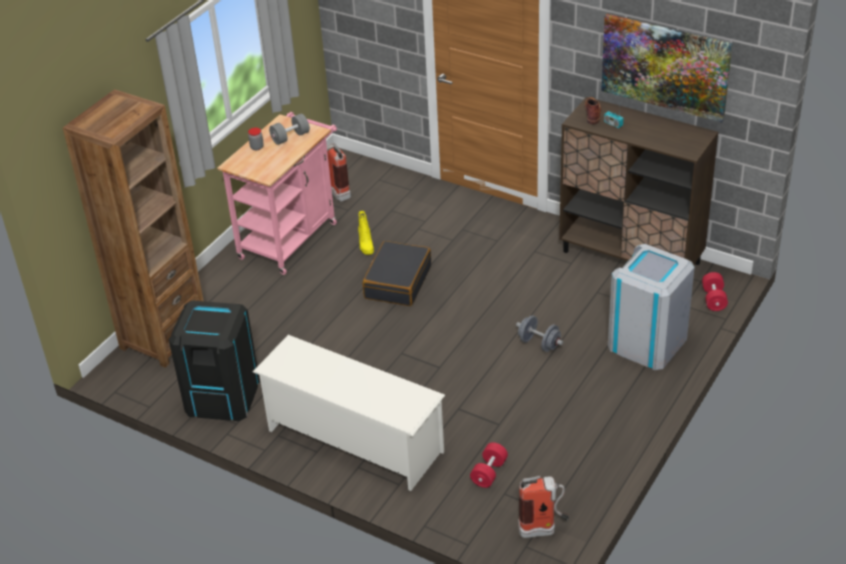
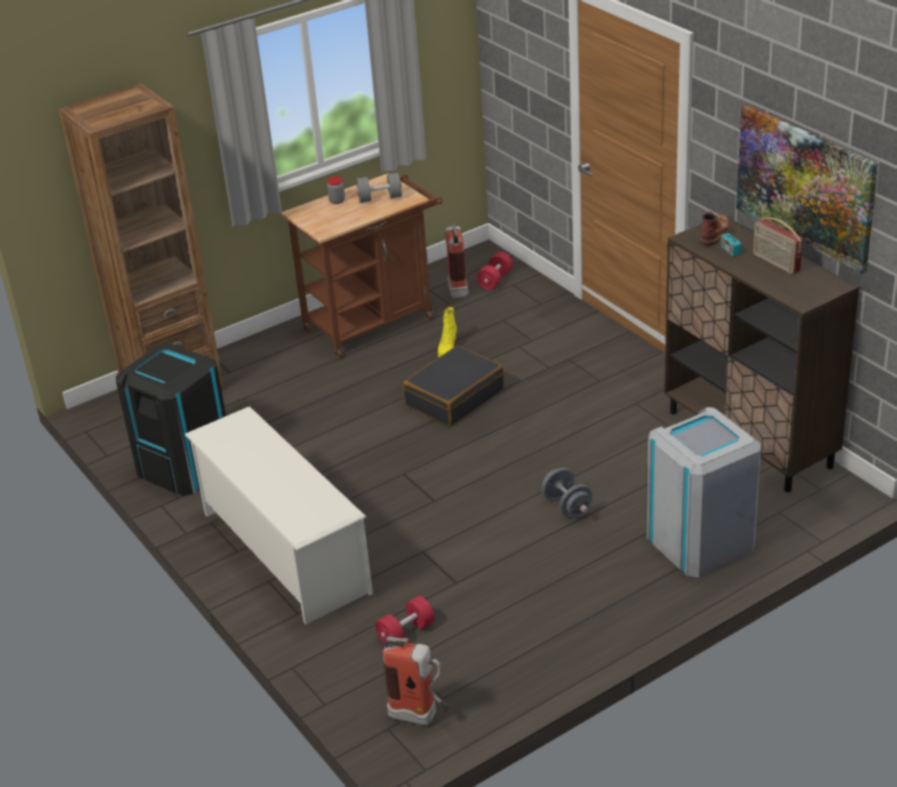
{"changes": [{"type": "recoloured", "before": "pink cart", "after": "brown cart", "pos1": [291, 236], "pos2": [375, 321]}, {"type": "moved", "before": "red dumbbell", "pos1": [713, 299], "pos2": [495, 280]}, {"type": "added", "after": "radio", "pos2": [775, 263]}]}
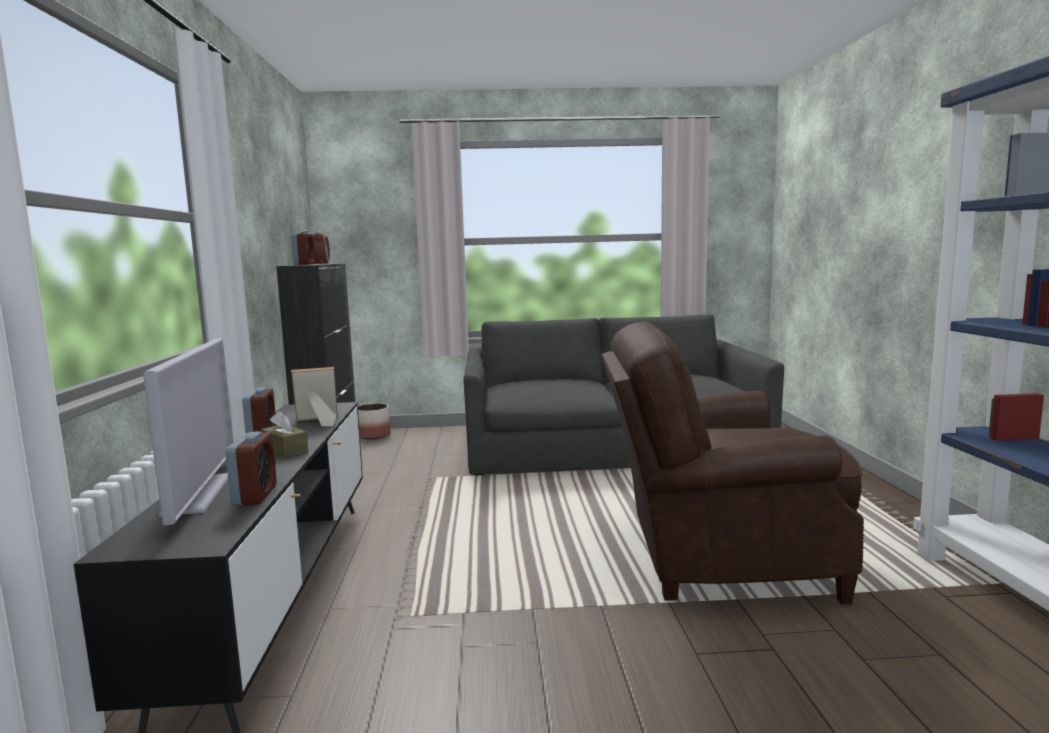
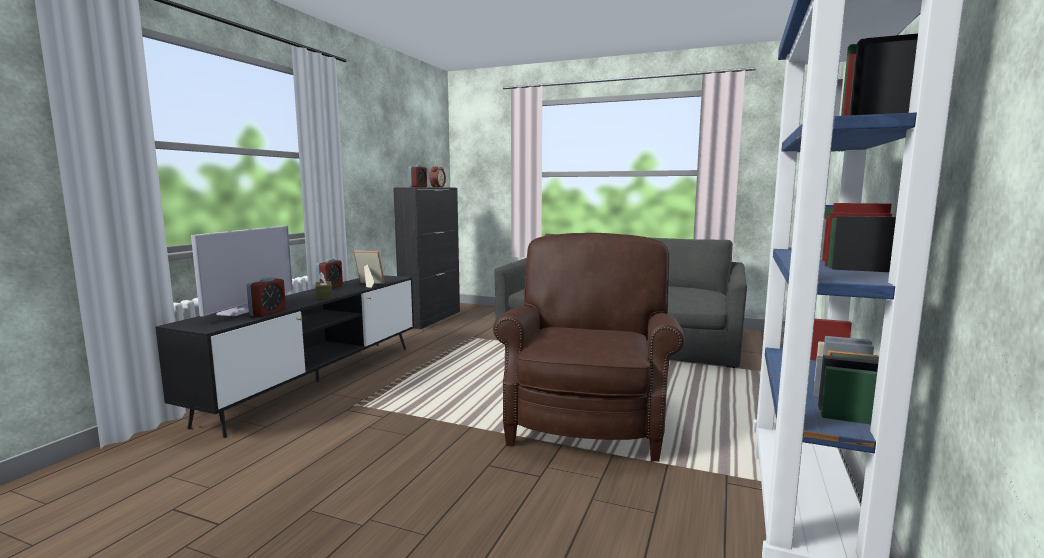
{"changes": [{"type": "removed", "before": "planter", "pos1": [373, 435]}, {"type": "turned", "before": "brown armchair", "pos1": [719, 558], "pos2": [588, 419], "turn": 75}]}
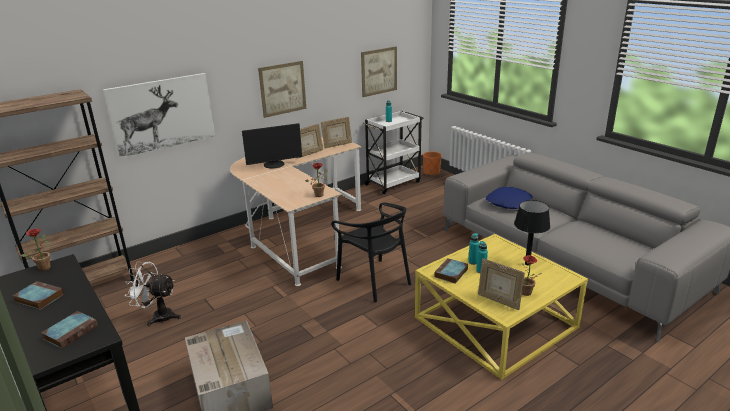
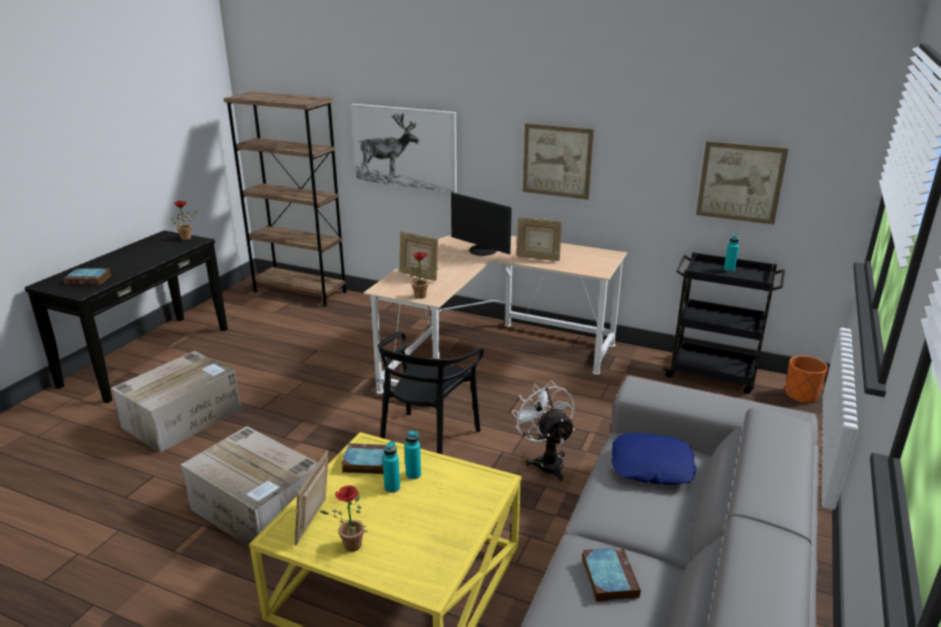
{"changes": [{"type": "moved", "before": "book", "pos1": [38, 298], "pos2": [608, 577]}, {"type": "moved", "before": "white fan", "pos1": [158, 316], "pos2": [546, 461]}, {"type": "moved", "before": "picture frame", "pos1": [337, 145], "pos2": [418, 276]}, {"type": "recoloured", "before": "white cart", "after": "black cart", "pos1": [393, 183], "pos2": [713, 374]}, {"type": "removed", "before": "black table lamp", "pos1": [527, 264]}, {"type": "added", "after": "cardboard box", "pos2": [259, 509]}]}
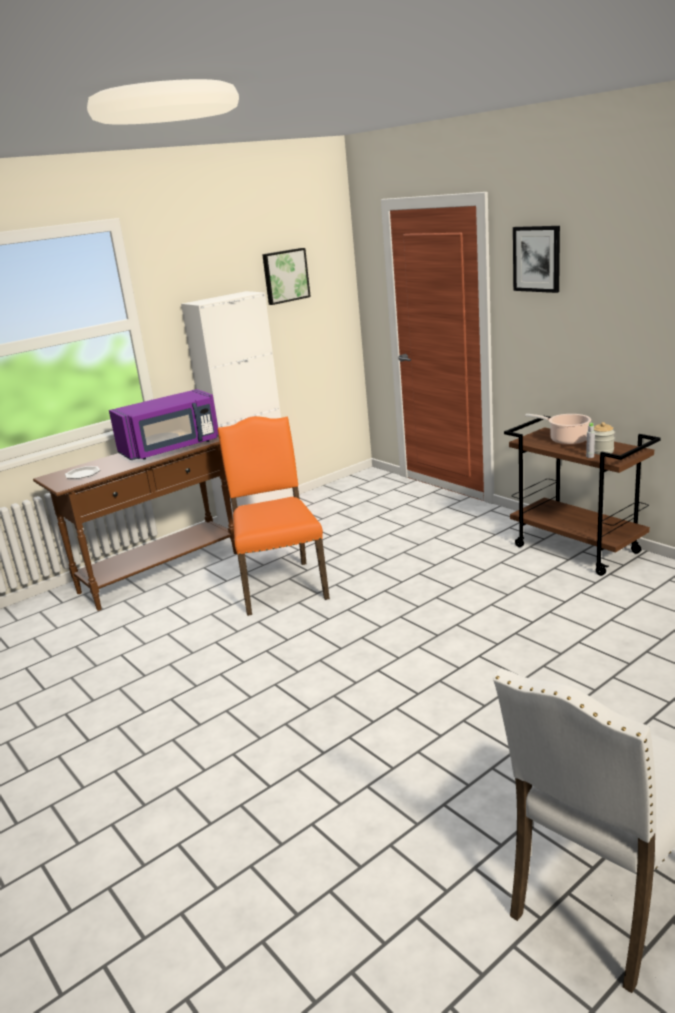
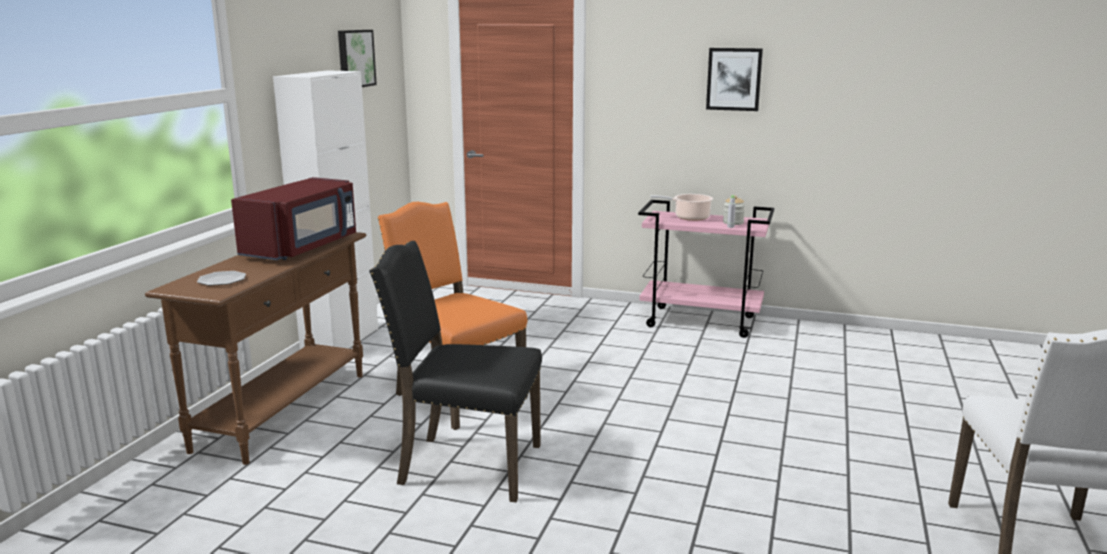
{"changes": [{"type": "recoloured", "before": "purple microwave", "after": "red microwave", "pos1": [171, 448], "pos2": [303, 247]}, {"type": "recoloured", "before": "brown cart", "after": "pink cart", "pos1": [578, 549], "pos2": [701, 322]}, {"type": "moved", "before": "picture", "pos1": [537, 259], "pos2": [734, 79]}, {"type": "added", "after": "black chair", "pos2": [466, 465]}]}
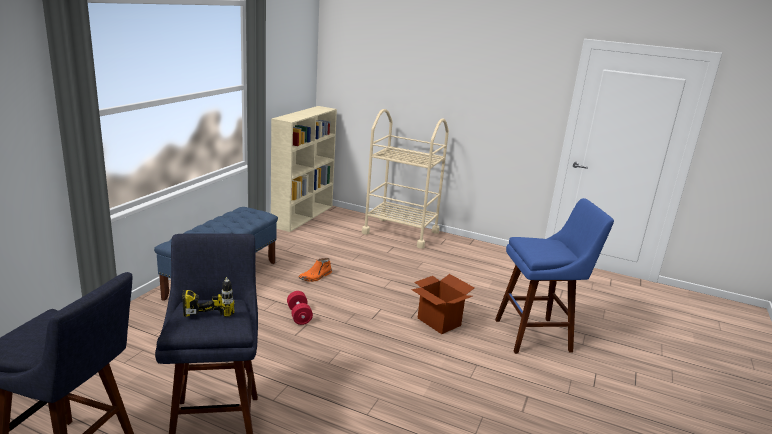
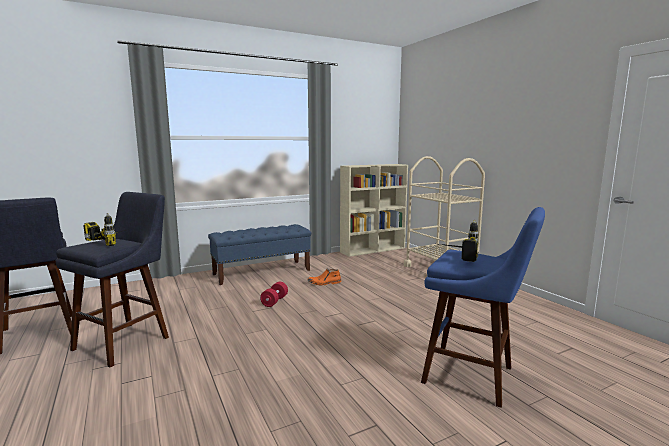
{"changes": [{"type": "removed", "before": "cardboard box", "pos1": [438, 322]}, {"type": "added", "after": "power drill", "pos2": [455, 257]}]}
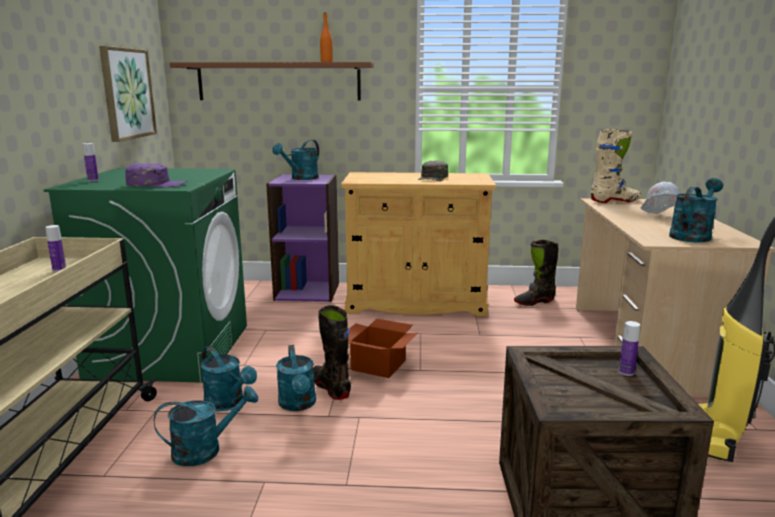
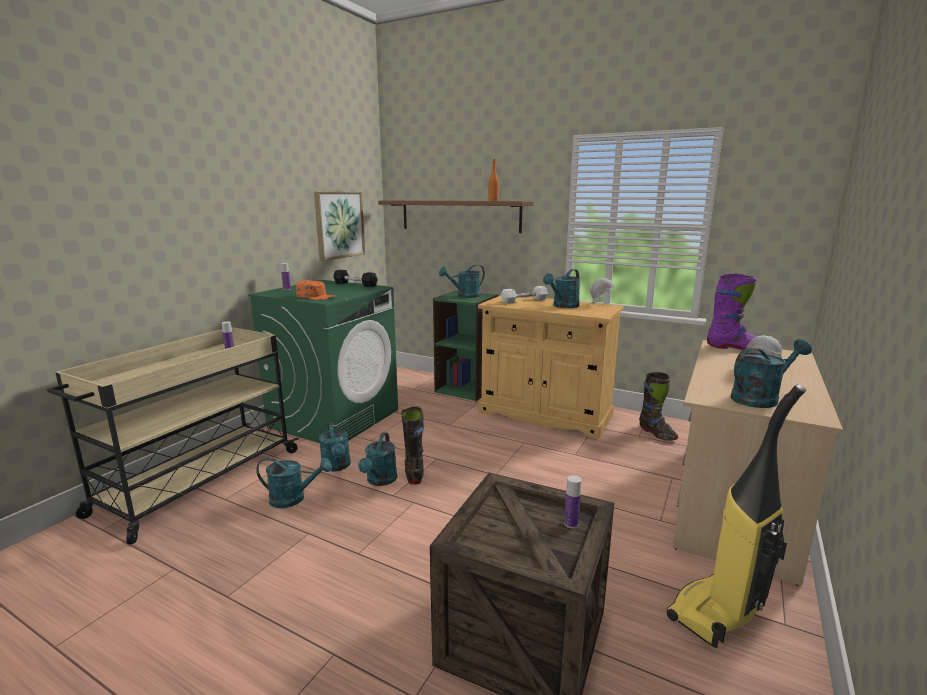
{"changes": [{"type": "recoloured", "before": "purple cap", "after": "orange cap", "pos1": [157, 184], "pos2": [316, 296]}, {"type": "recoloured", "before": "purple bookcase", "after": "green bookcase", "pos1": [307, 291], "pos2": [466, 388]}, {"type": "removed", "before": "cardboard box", "pos1": [380, 365]}, {"type": "replaced", "before": "green cap", "after": "turquoise watering can", "pos1": [433, 178], "pos2": [563, 306]}, {"type": "turned", "before": "black boot", "pos1": [534, 302], "pos2": [657, 433], "turn": -120}, {"type": "recoloured", "before": "beige boot", "after": "purple boot", "pos1": [615, 201], "pos2": [735, 347]}, {"type": "added", "after": "black dumbbell", "pos2": [355, 284]}, {"type": "added", "after": "white dumbbell", "pos2": [524, 301]}, {"type": "added", "after": "white hard hat", "pos2": [601, 304]}]}
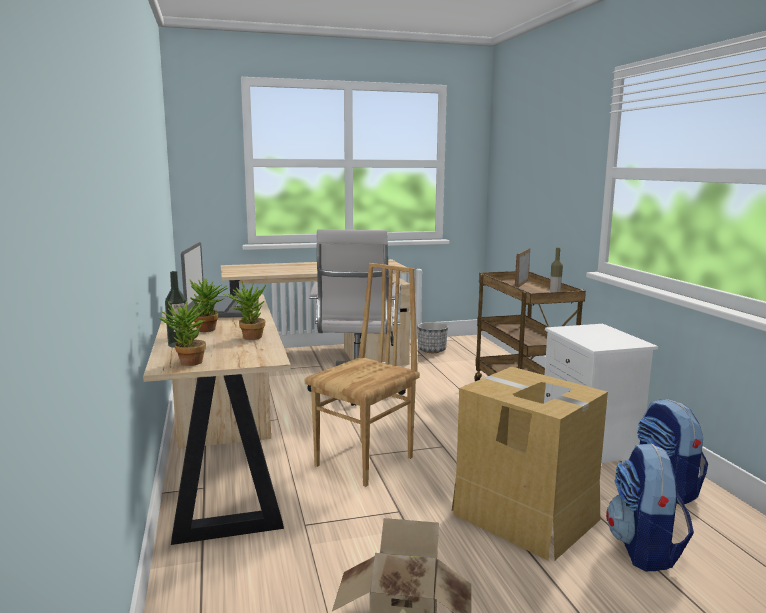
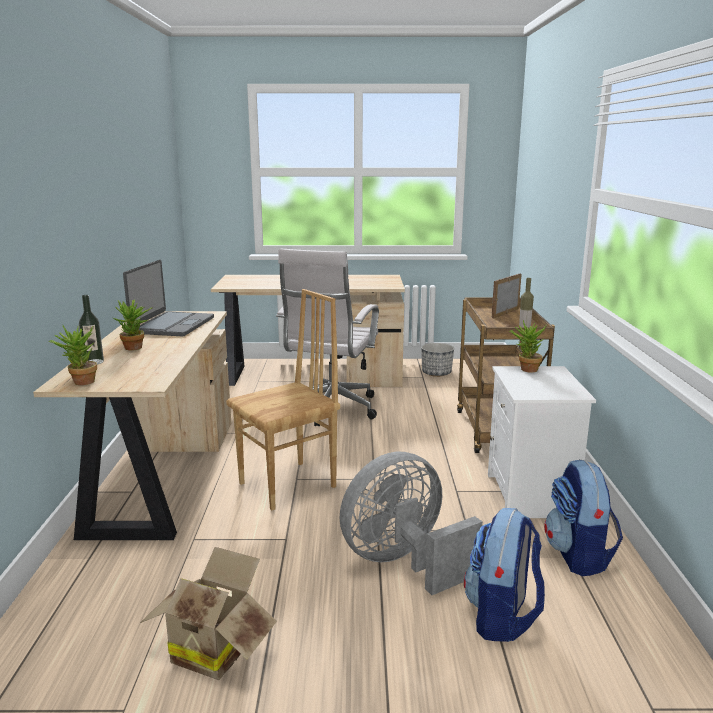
{"changes": [{"type": "moved", "before": "potted plant", "pos1": [248, 337], "pos2": [525, 369]}, {"type": "replaced", "before": "cardboard box", "after": "grey fan", "pos1": [525, 516], "pos2": [403, 562]}]}
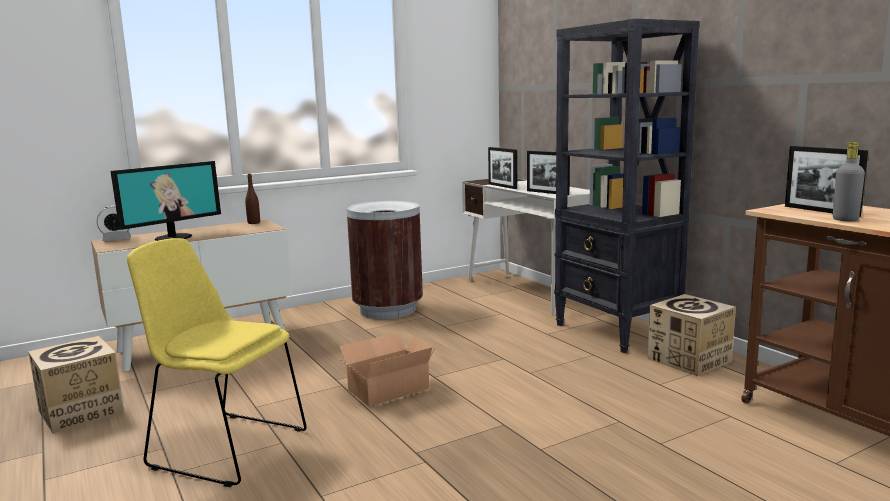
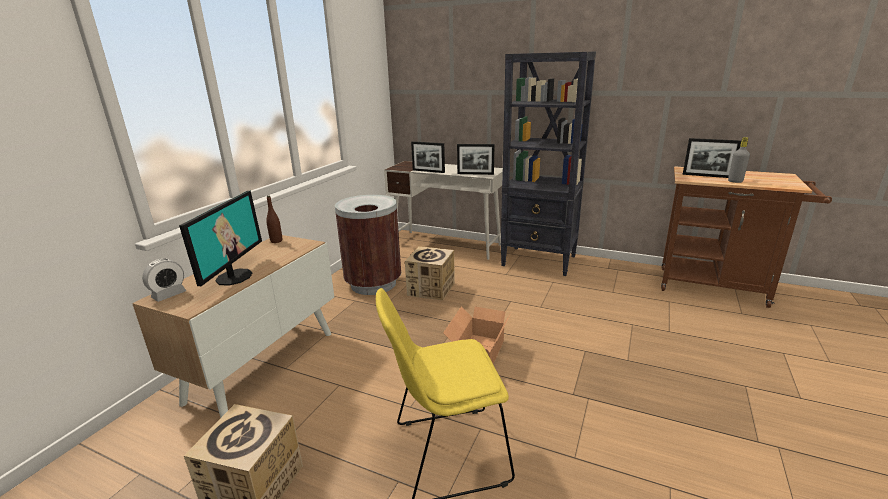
{"changes": [{"type": "moved", "before": "cardboard box", "pos1": [689, 360], "pos2": [431, 289]}]}
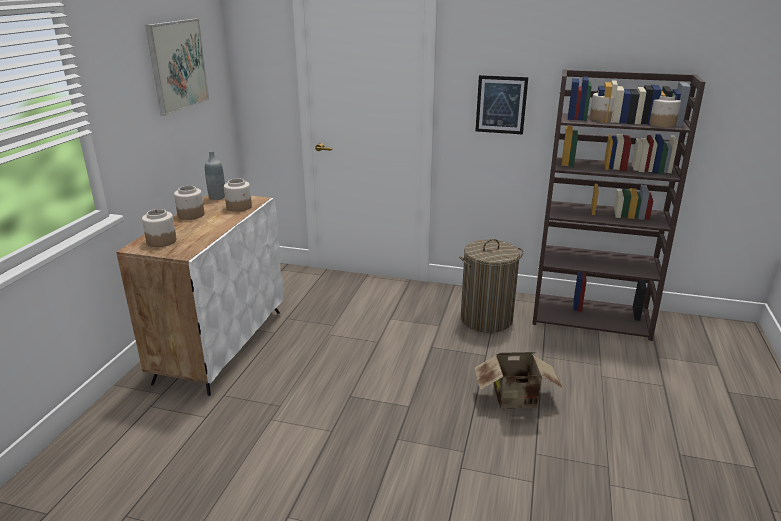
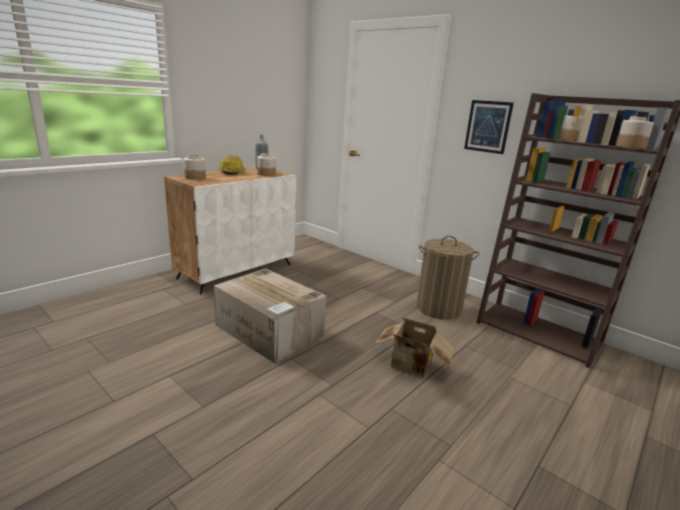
{"changes": [{"type": "removed", "before": "picture", "pos1": [178, 65]}, {"type": "replaced", "before": "jar", "after": "hard hat", "pos1": [191, 215], "pos2": [232, 172]}, {"type": "added", "after": "cardboard box", "pos2": [270, 331]}]}
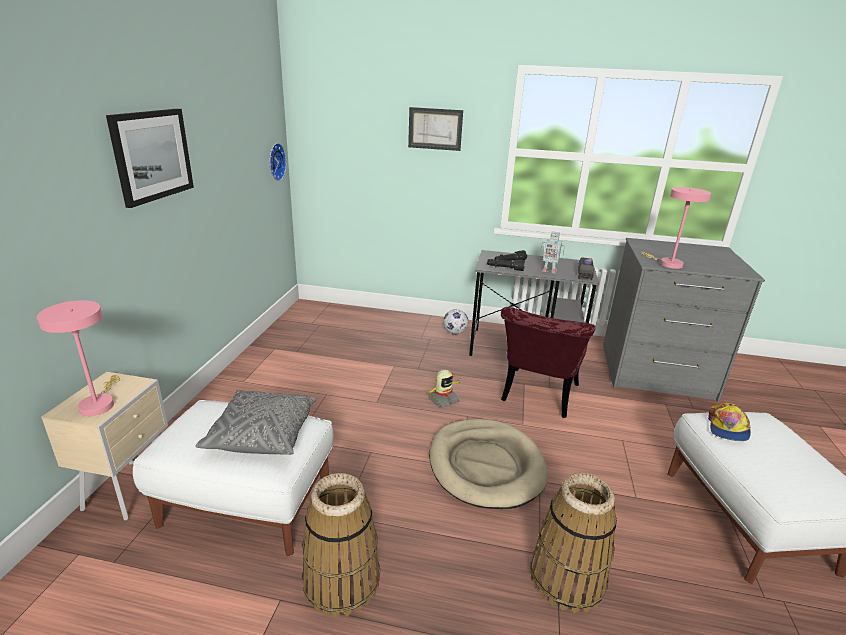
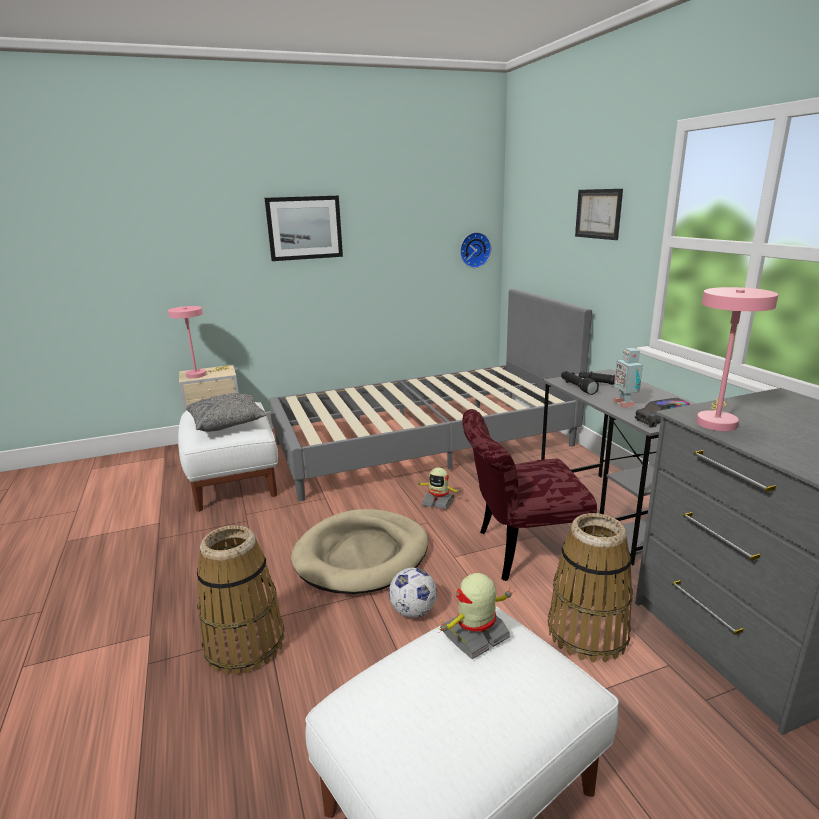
{"changes": [{"type": "moved", "before": "basket", "pos1": [341, 580], "pos2": [587, 632]}, {"type": "moved", "before": "football", "pos1": [455, 332], "pos2": [413, 611]}, {"type": "replaced", "before": "cap", "after": "toy robot", "pos1": [727, 427], "pos2": [475, 636]}, {"type": "added", "after": "grey bed", "pos2": [424, 444]}]}
